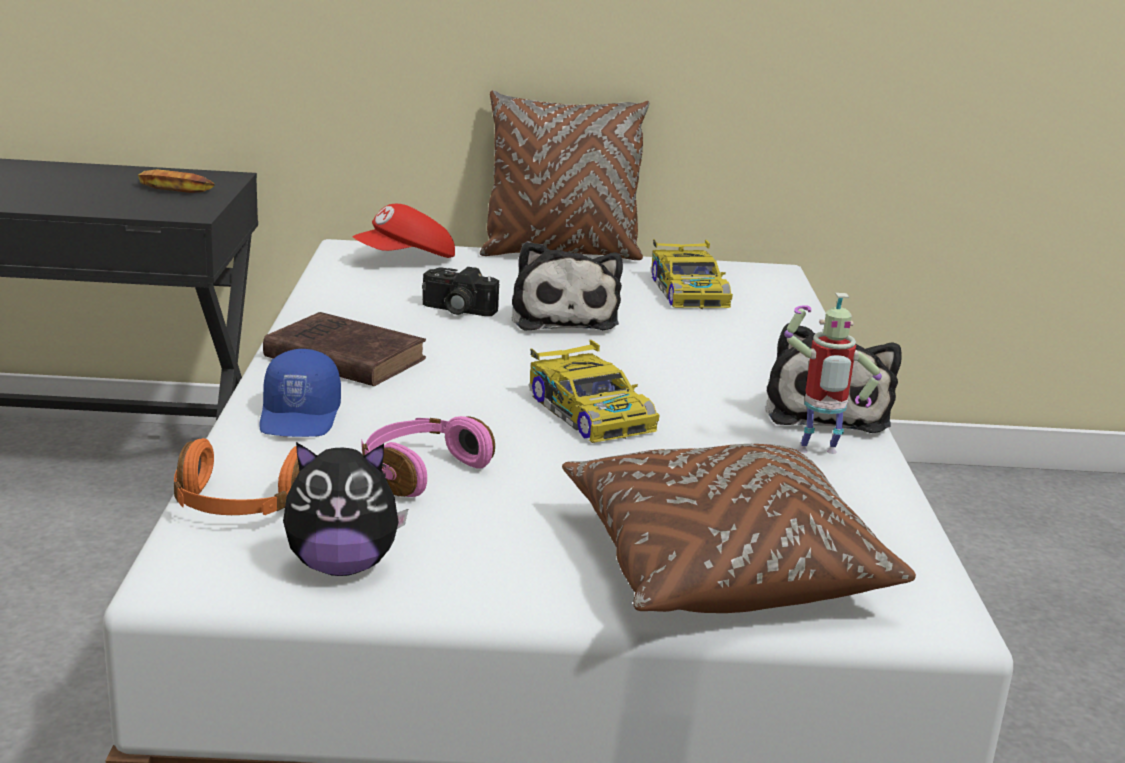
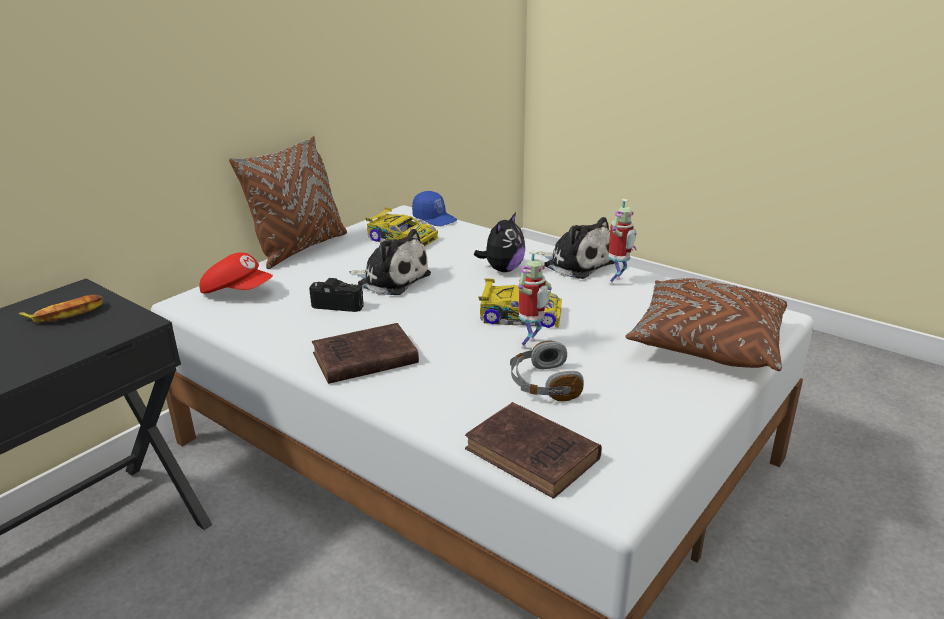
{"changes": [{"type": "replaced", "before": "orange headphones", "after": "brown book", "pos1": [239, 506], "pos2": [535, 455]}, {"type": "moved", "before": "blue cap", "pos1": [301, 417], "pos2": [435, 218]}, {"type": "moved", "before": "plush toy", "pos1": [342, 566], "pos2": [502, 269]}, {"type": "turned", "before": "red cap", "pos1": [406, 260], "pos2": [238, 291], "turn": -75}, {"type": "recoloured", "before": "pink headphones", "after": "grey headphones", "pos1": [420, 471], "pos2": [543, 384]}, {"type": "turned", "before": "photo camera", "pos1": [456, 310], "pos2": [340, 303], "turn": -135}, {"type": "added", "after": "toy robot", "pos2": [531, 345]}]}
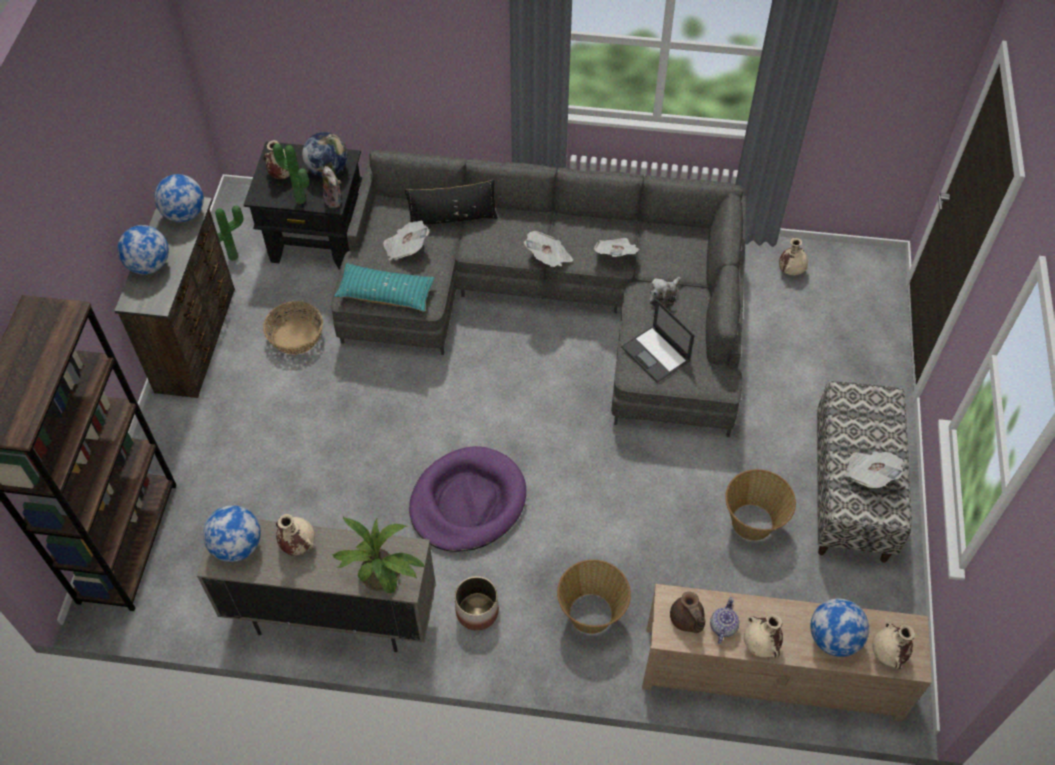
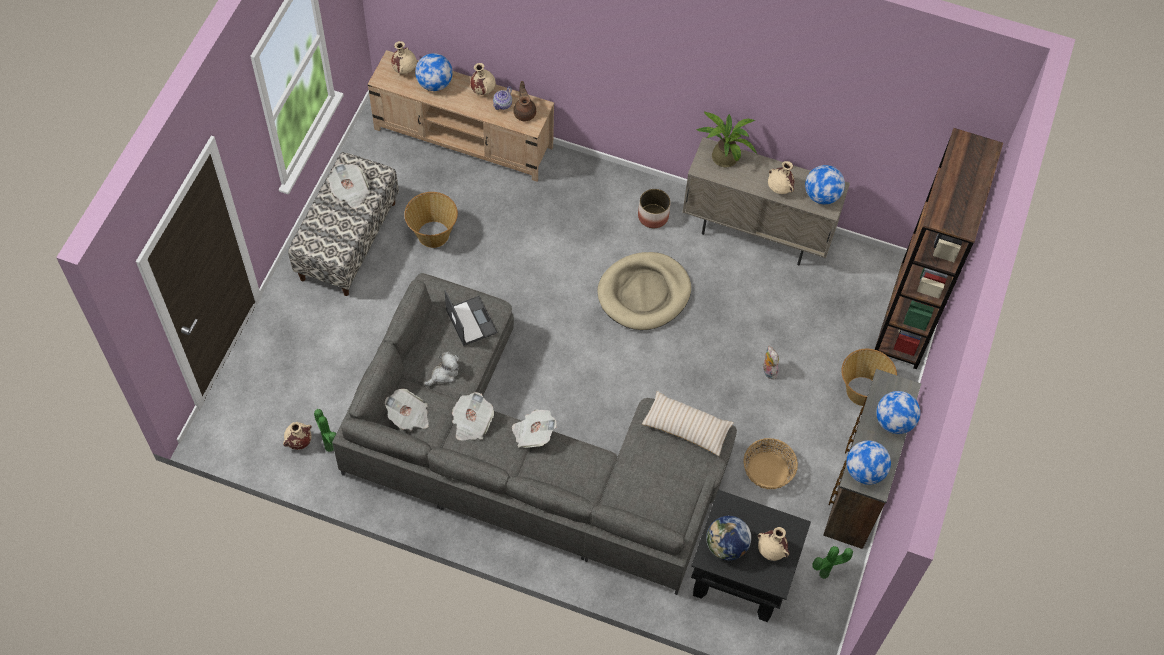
{"changes": [{"type": "moved", "before": "potted plant", "pos1": [299, 201], "pos2": [331, 446]}, {"type": "moved", "before": "plush toy", "pos1": [334, 200], "pos2": [768, 370]}, {"type": "recoloured", "before": "turquoise pillow", "after": "beige pillow", "pos1": [385, 294], "pos2": [686, 427]}, {"type": "moved", "before": "newspaper", "pos1": [406, 248], "pos2": [409, 416]}, {"type": "removed", "before": "black pillow", "pos1": [452, 218]}, {"type": "recoloured", "before": "purple dog bed", "after": "beige dog bed", "pos1": [467, 502], "pos2": [644, 293]}, {"type": "moved", "before": "basket", "pos1": [591, 614], "pos2": [862, 390]}]}
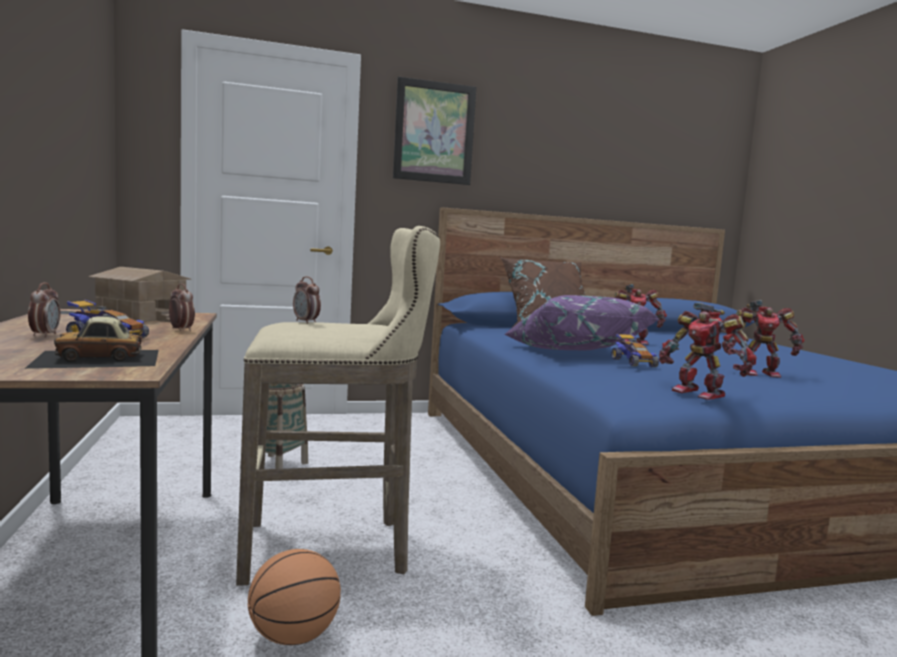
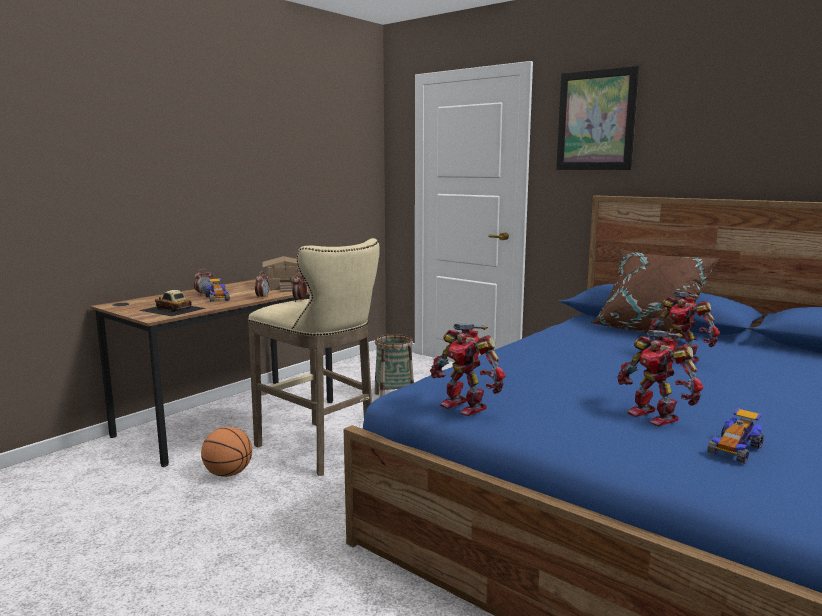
{"changes": [{"type": "removed", "before": "purple pillow", "pos1": [573, 352]}, {"type": "moved", "before": "toy car", "pos1": [632, 362], "pos2": [735, 450]}, {"type": "turned", "before": "toy robot", "pos1": [700, 393], "pos2": [465, 406], "turn": -60}]}
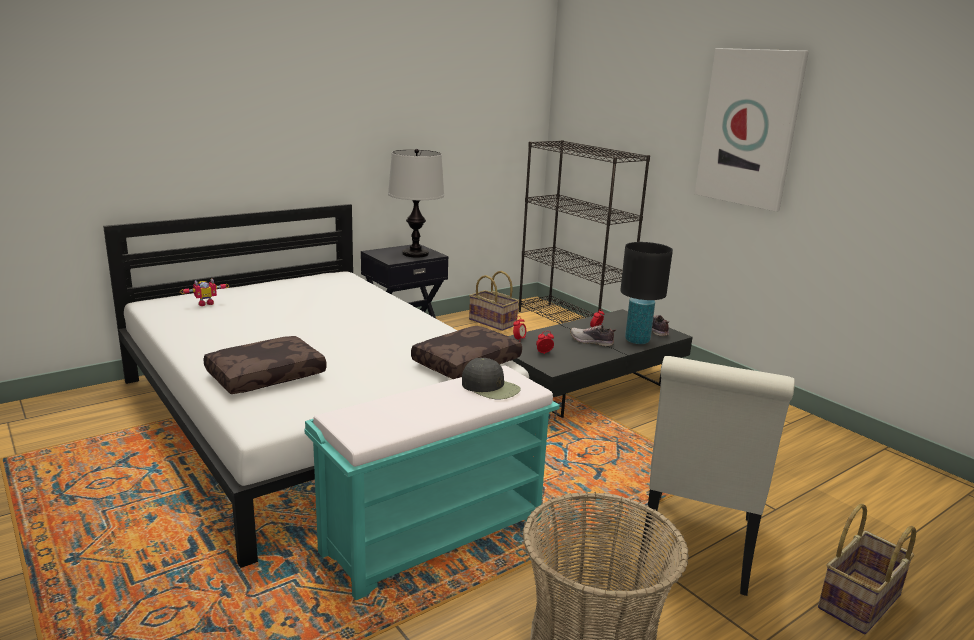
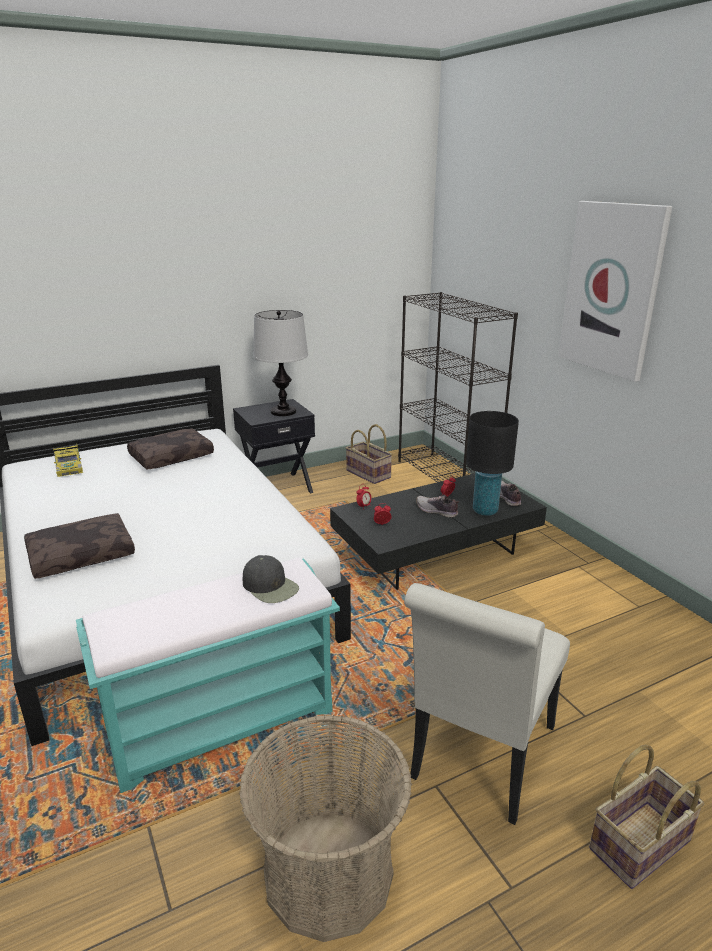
{"changes": [{"type": "replaced", "before": "toy robot", "after": "toy car", "pos1": [205, 303], "pos2": [69, 467]}, {"type": "moved", "before": "brown pillow", "pos1": [466, 362], "pos2": [171, 456]}]}
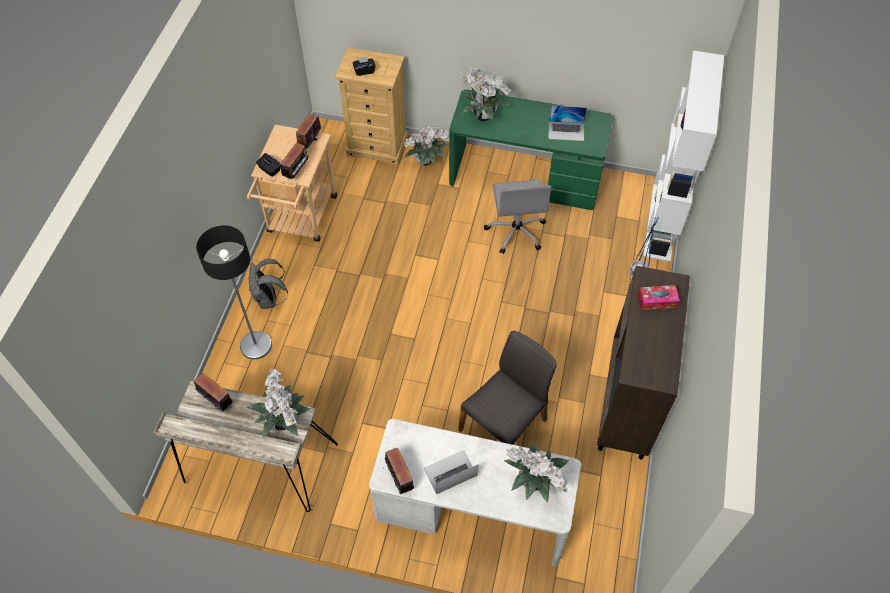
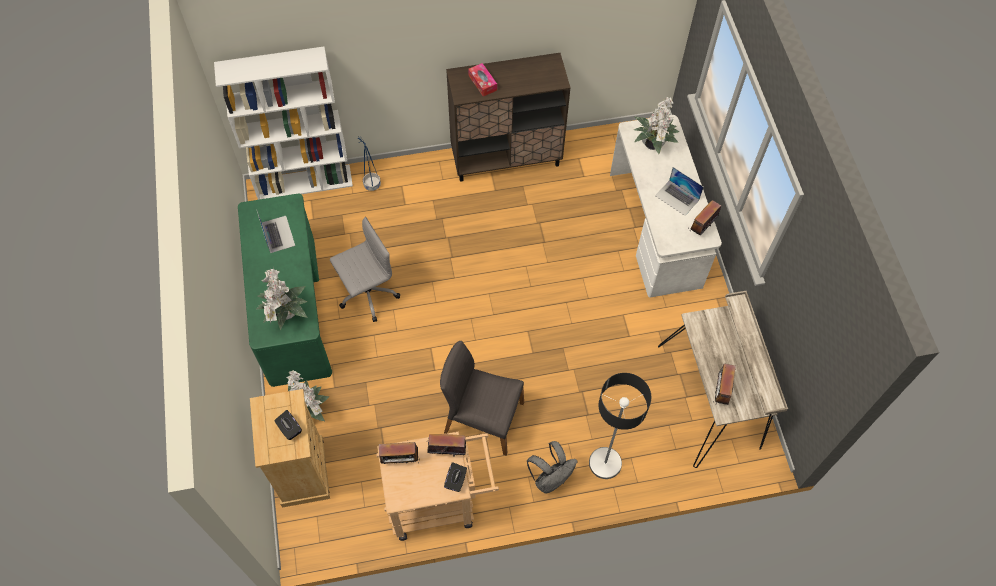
{"changes": [{"type": "removed", "before": "potted plant", "pos1": [283, 420]}, {"type": "moved", "before": "grey chair", "pos1": [504, 425], "pos2": [482, 418]}]}
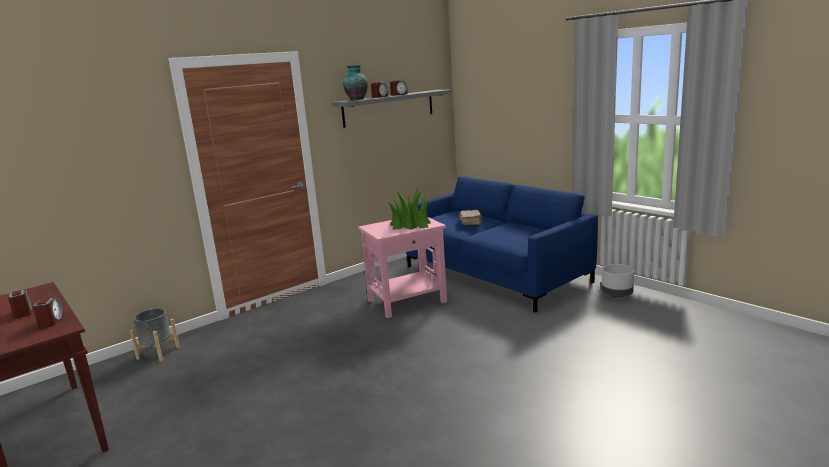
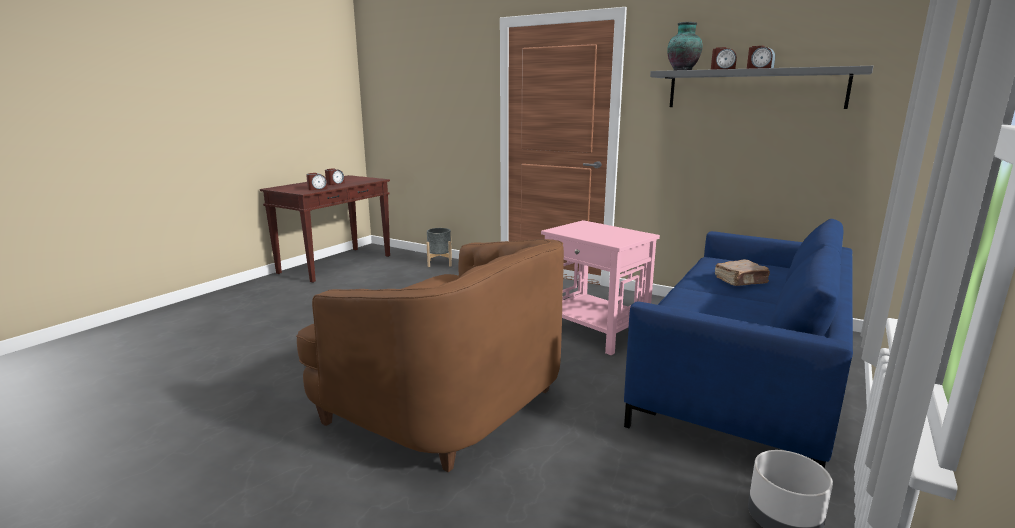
{"changes": [{"type": "removed", "before": "potted plant", "pos1": [410, 224]}, {"type": "added", "after": "brown armchair", "pos2": [446, 402]}]}
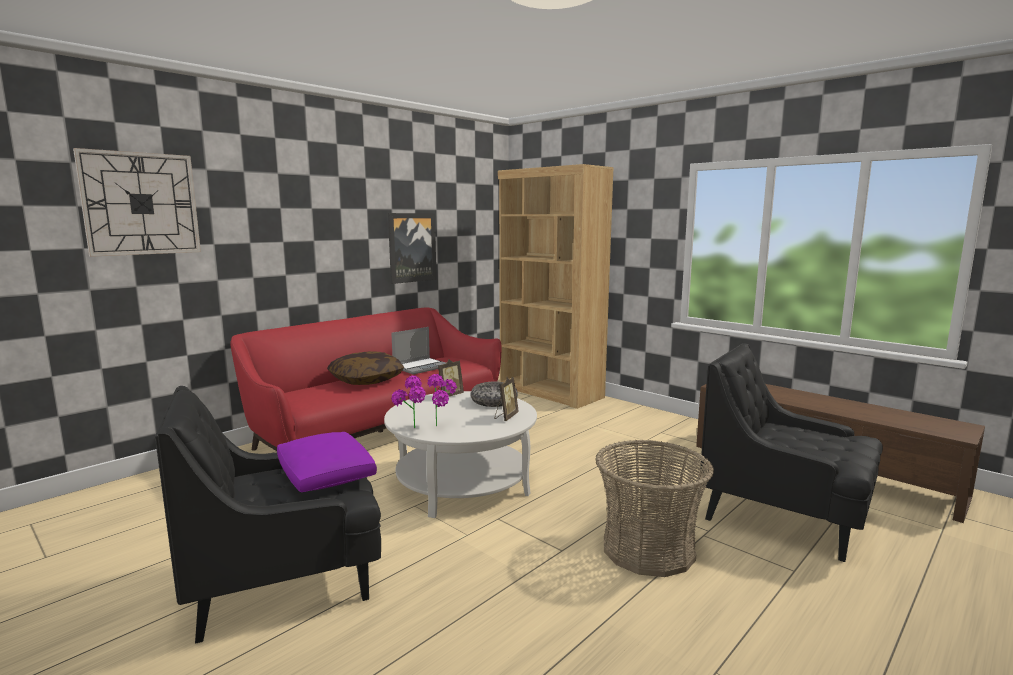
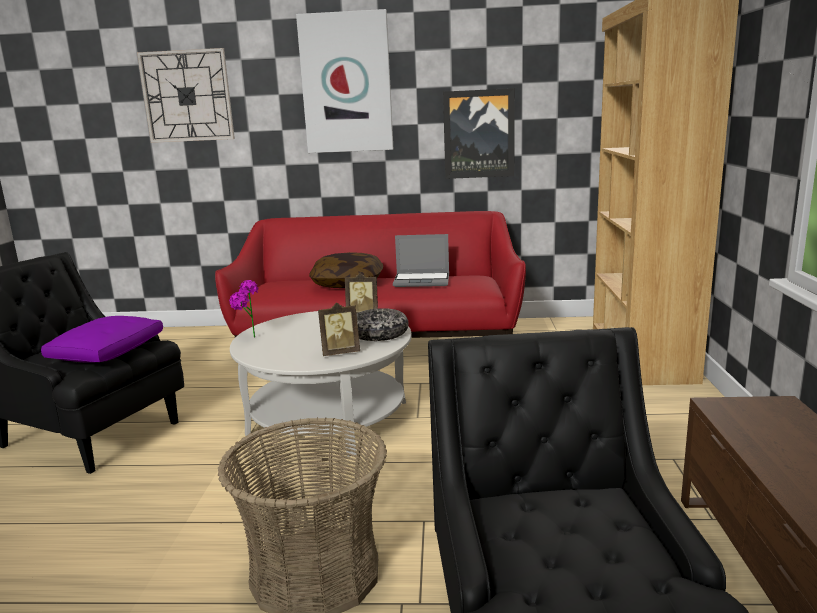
{"changes": [{"type": "removed", "before": "potted plant", "pos1": [443, 426]}, {"type": "added", "after": "picture", "pos2": [346, 83]}]}
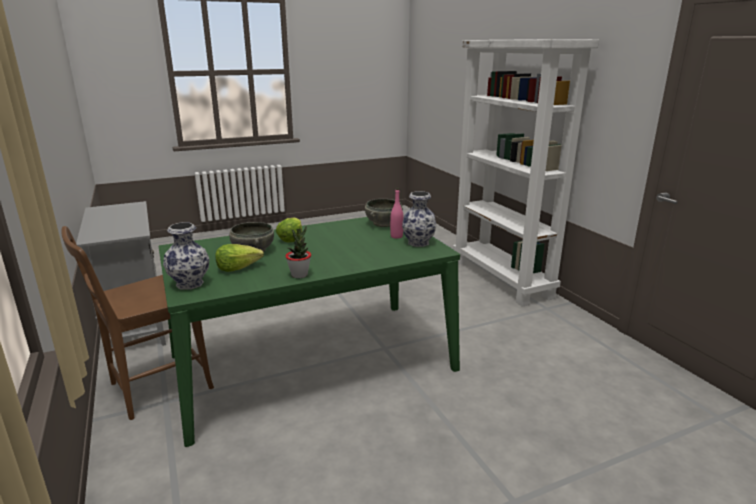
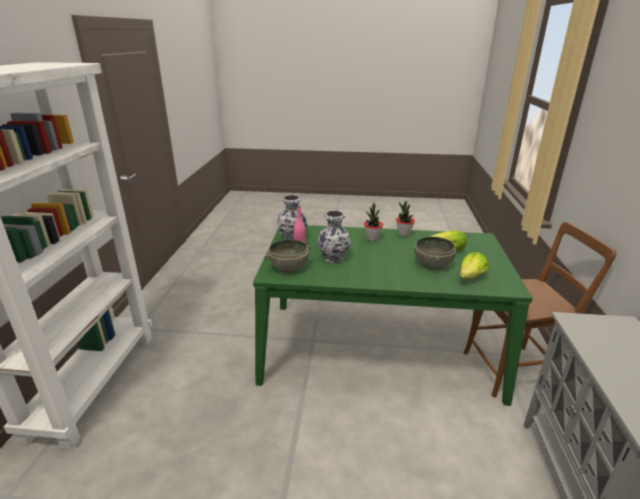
{"changes": [{"type": "moved", "before": "vase", "pos1": [190, 284], "pos2": [333, 257]}, {"type": "moved", "before": "lettuce", "pos1": [291, 238], "pos2": [471, 277]}, {"type": "added", "after": "potted plant", "pos2": [372, 238]}]}
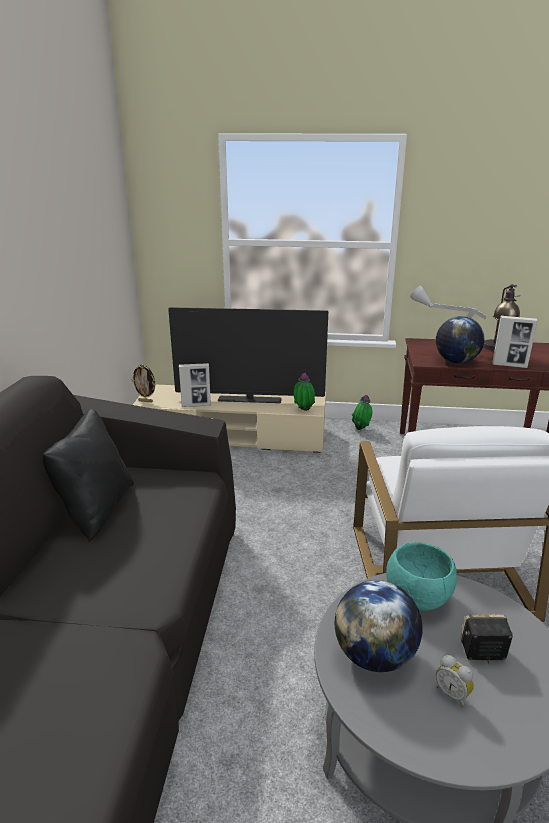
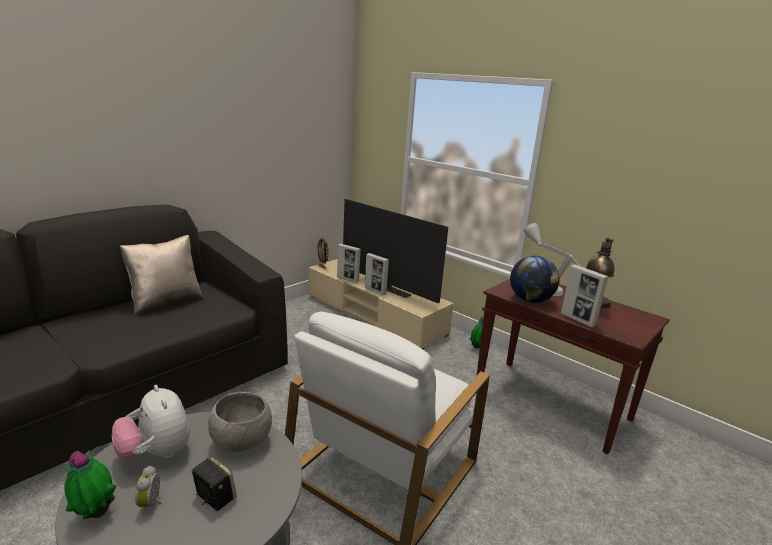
{"changes": [{"type": "recoloured", "before": "black pillow", "after": "beige pillow", "pos1": [96, 509], "pos2": [165, 301]}, {"type": "moved", "before": "potted plant", "pos1": [303, 411], "pos2": [95, 513]}, {"type": "replaced", "before": "globe", "after": "plush toy", "pos1": [375, 655], "pos2": [156, 454]}, {"type": "recoloured", "before": "turquoise bowl", "after": "grey bowl", "pos1": [418, 598], "pos2": [241, 442]}, {"type": "added", "after": "picture frame", "pos2": [375, 291]}]}
